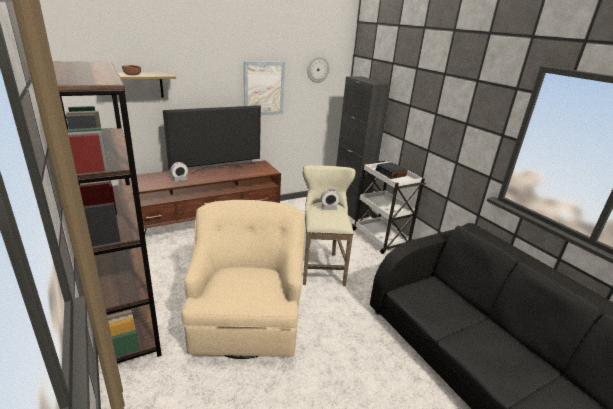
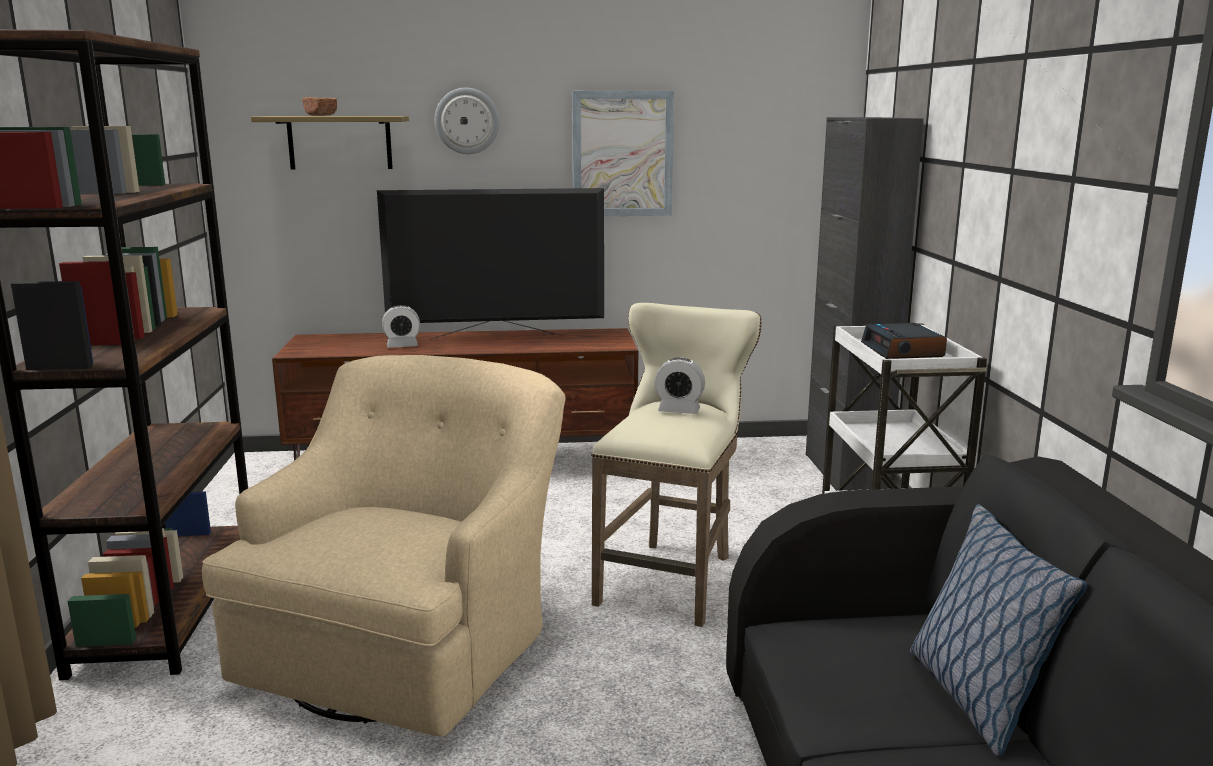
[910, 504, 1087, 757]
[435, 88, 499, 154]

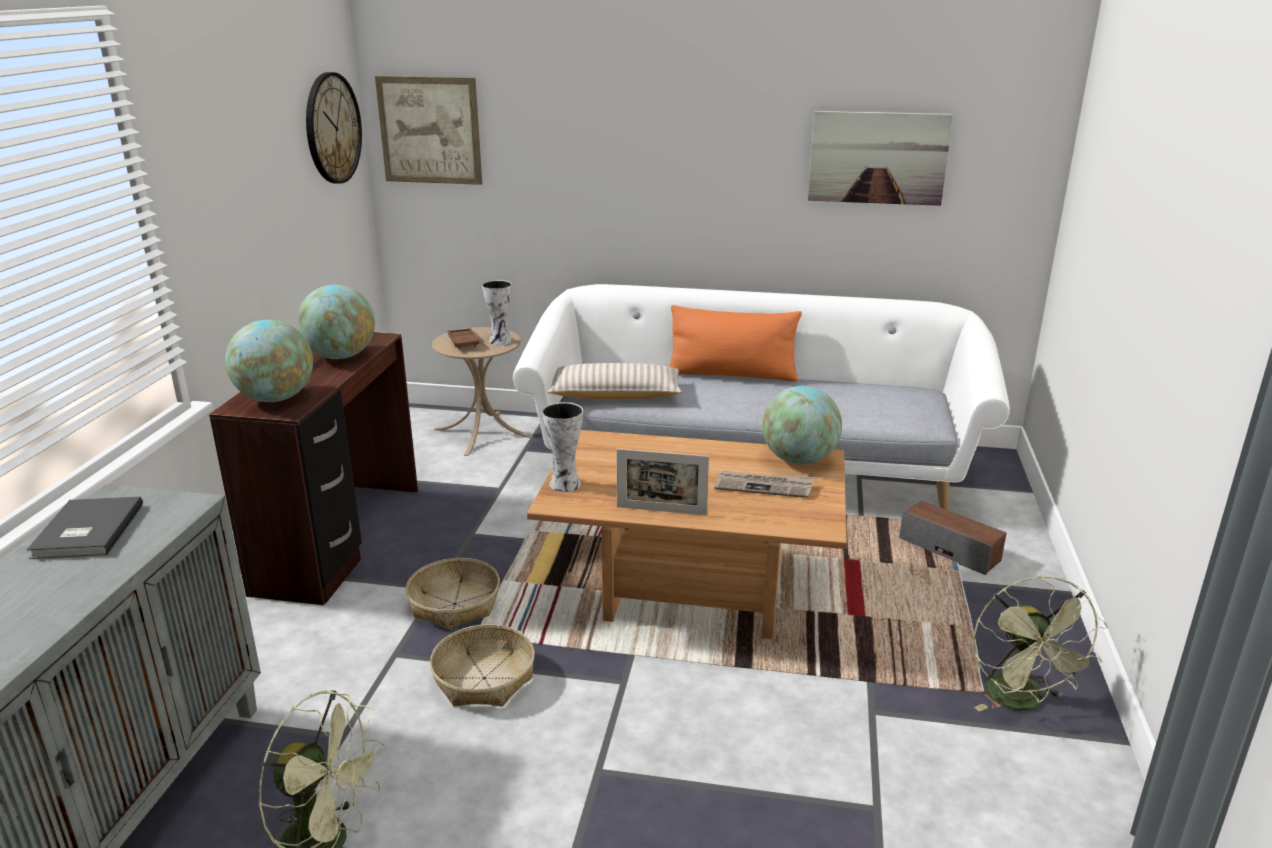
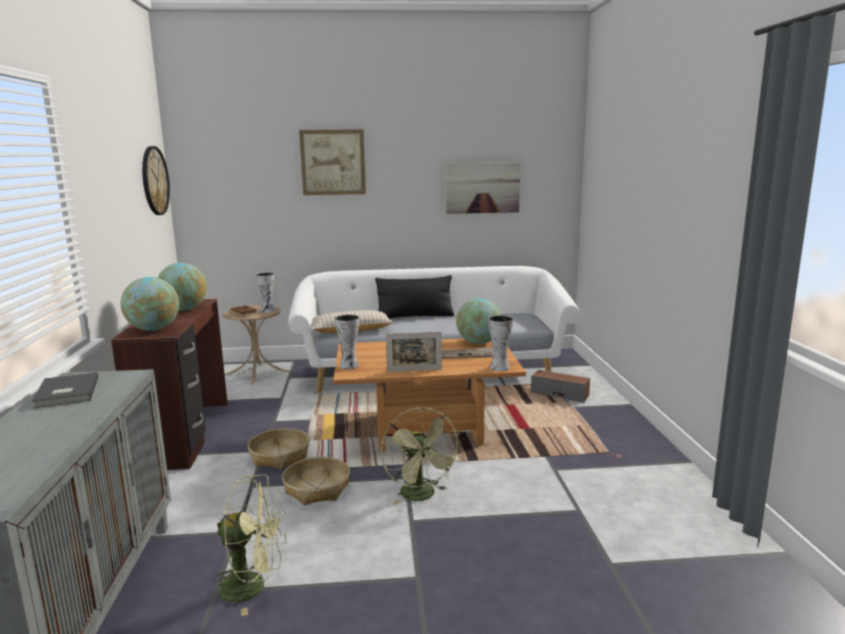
[488, 315, 514, 371]
[299, 129, 366, 195]
[381, 407, 461, 505]
[375, 275, 454, 318]

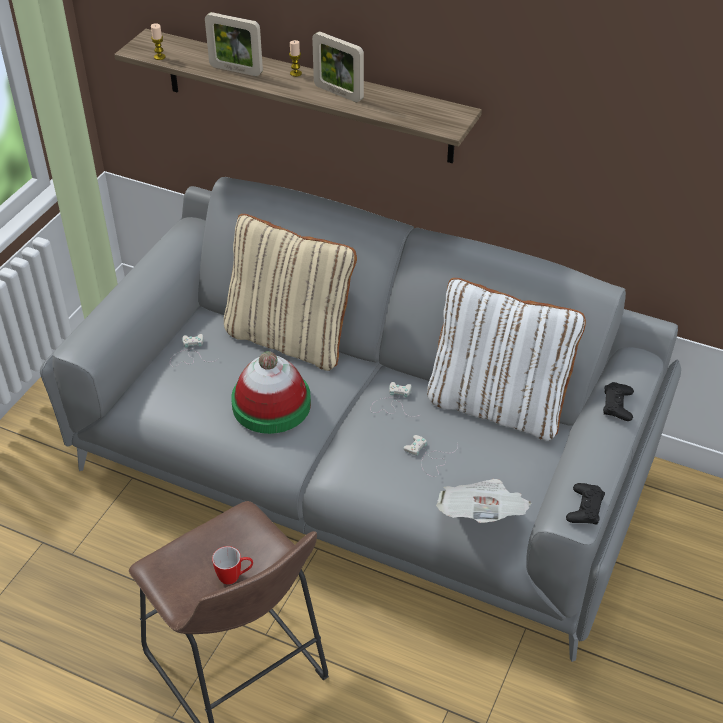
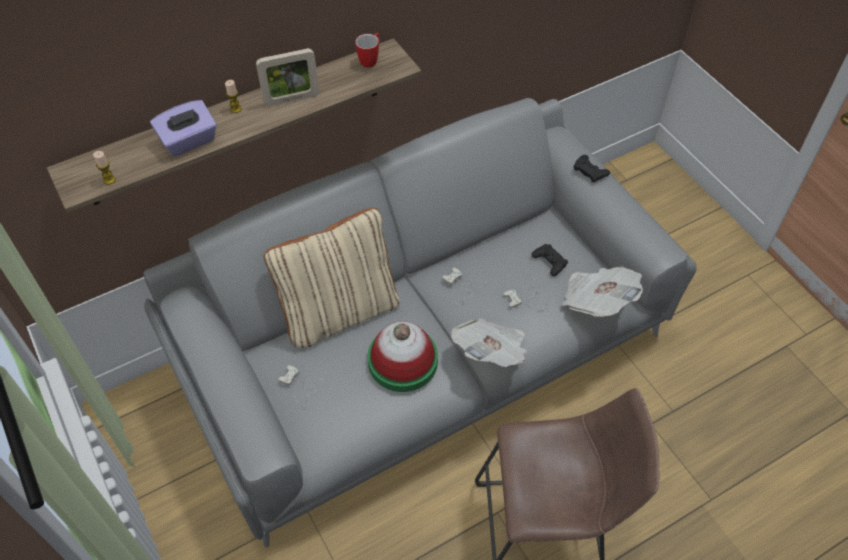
[427, 278, 586, 441] (first image)
[451, 318, 527, 367]
[355, 33, 380, 68]
[531, 244, 568, 276]
[150, 100, 217, 157]

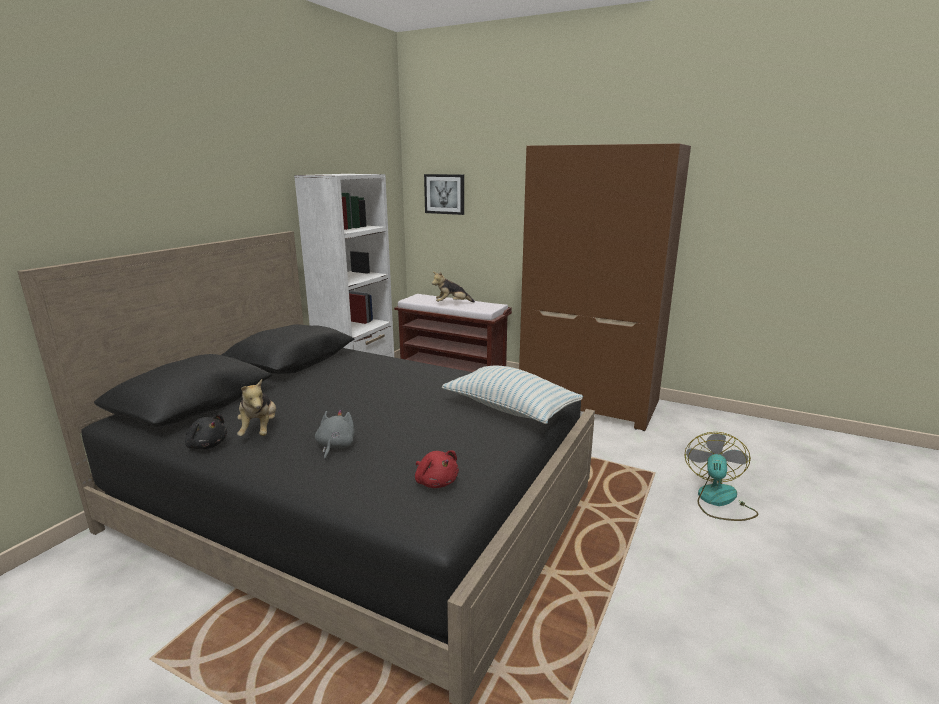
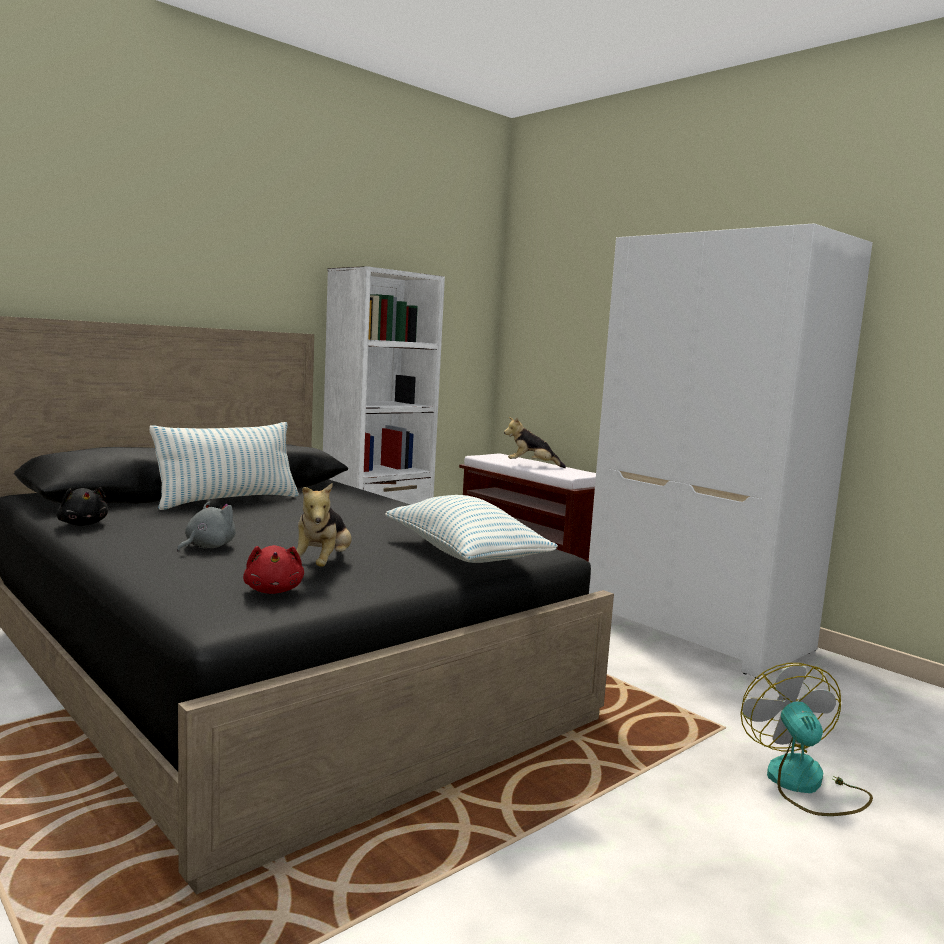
[424, 174, 464, 215] (first image)
[149, 422, 299, 510]
[296, 483, 351, 567]
[589, 223, 873, 679]
[740, 663, 873, 816]

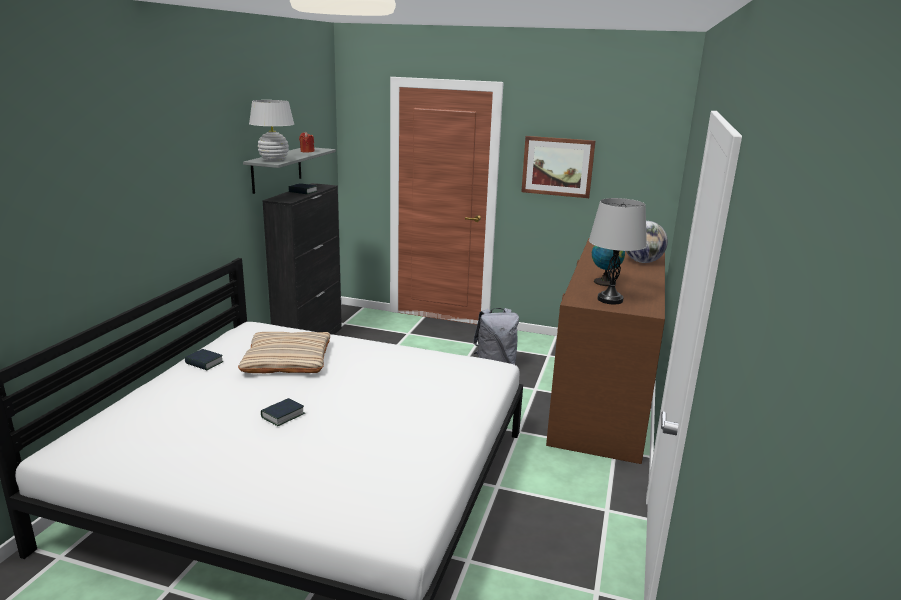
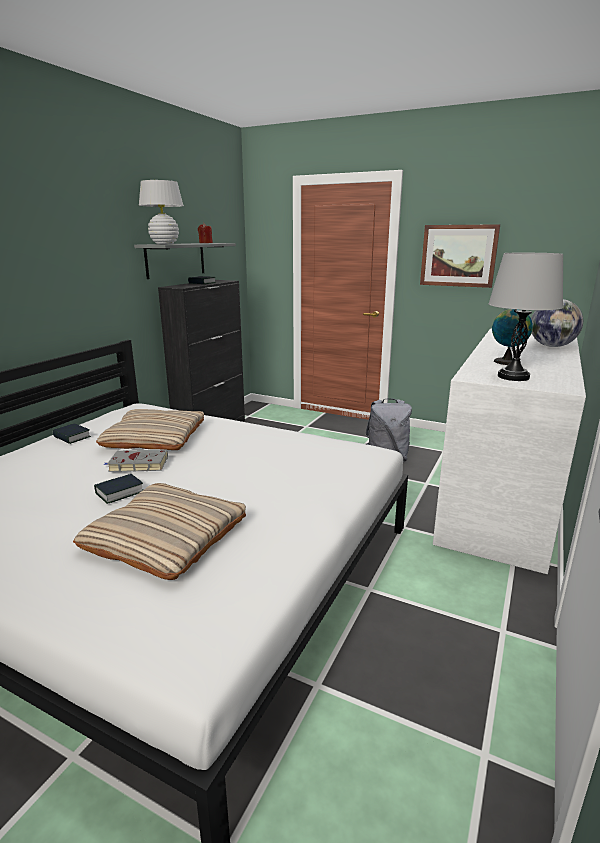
[73, 483, 246, 580]
[104, 450, 168, 472]
[433, 329, 586, 574]

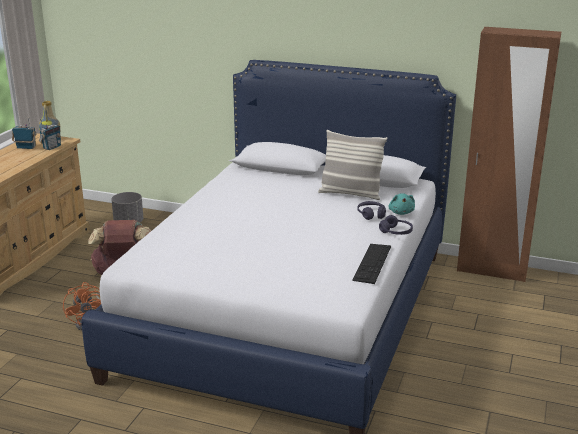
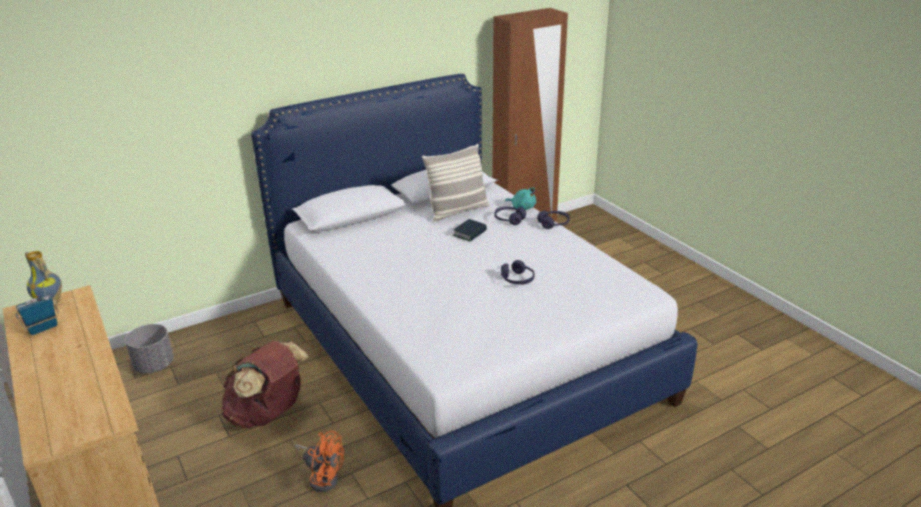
[39, 118, 61, 150] (first image)
[352, 244, 391, 284] (first image)
[453, 219, 487, 241]
[501, 260, 535, 285]

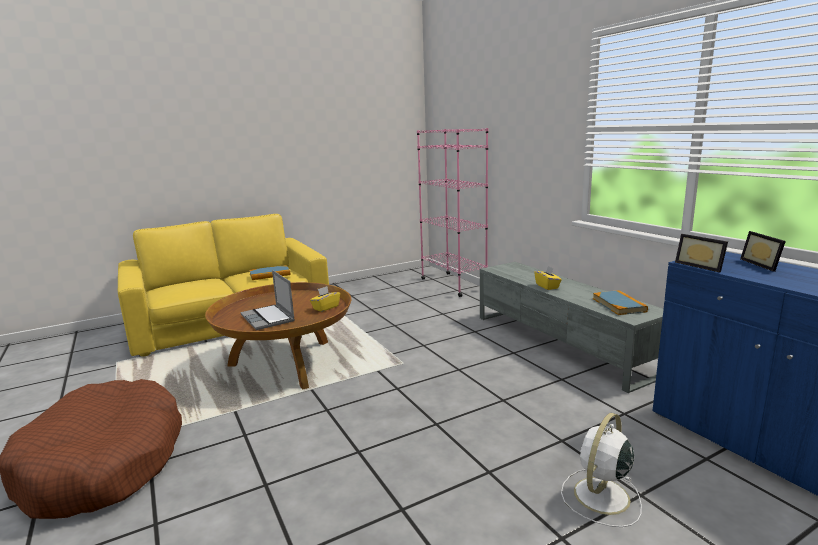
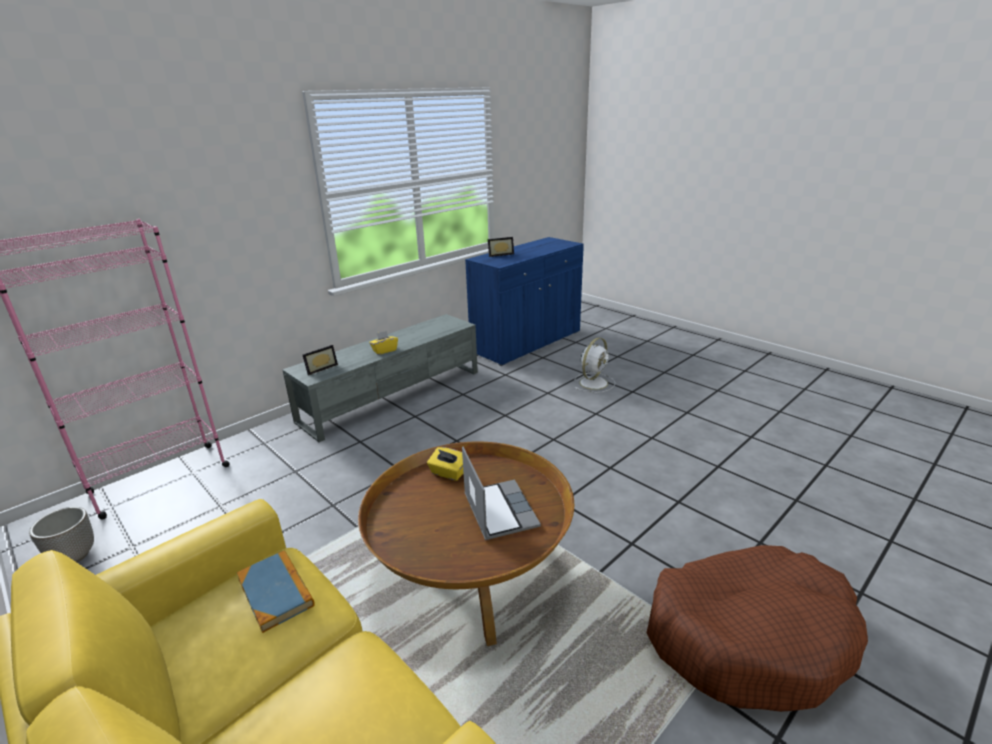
[593, 290, 648, 315] (first image)
[29, 507, 94, 562]
[303, 345, 338, 375]
[462, 447, 541, 540]
[575, 338, 615, 393]

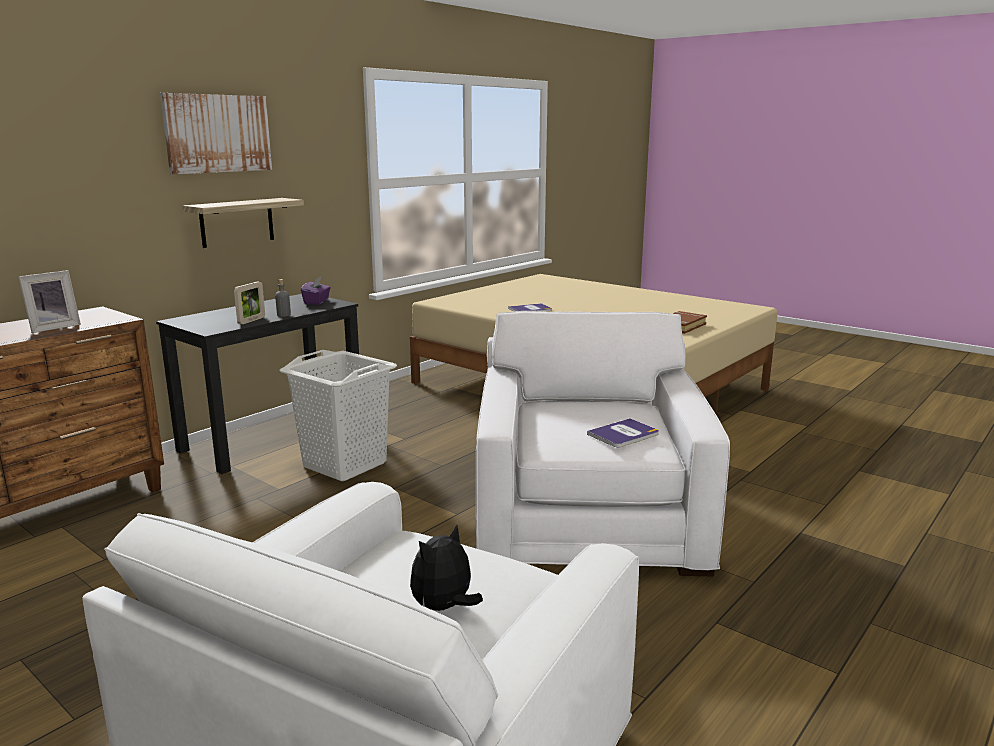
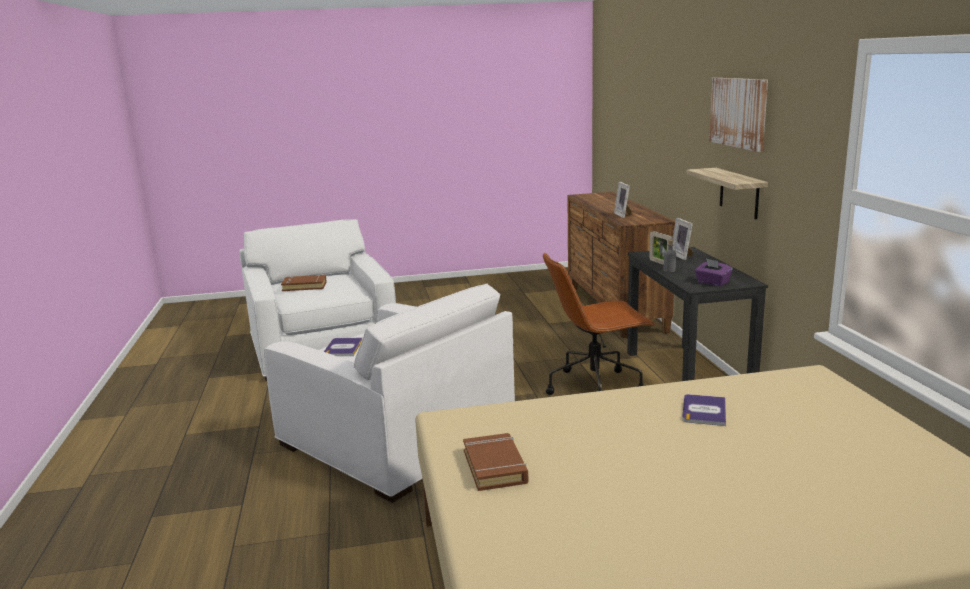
[673, 218, 693, 260]
[543, 252, 655, 395]
[281, 275, 327, 291]

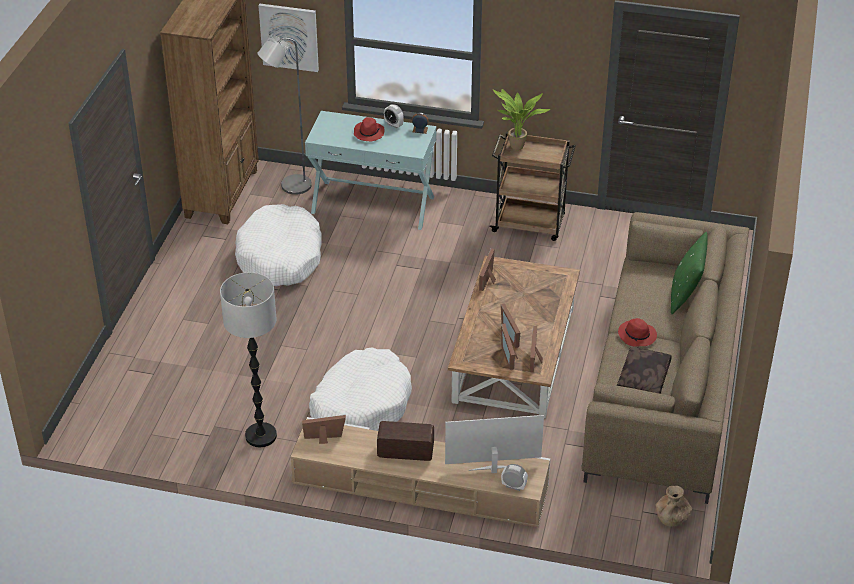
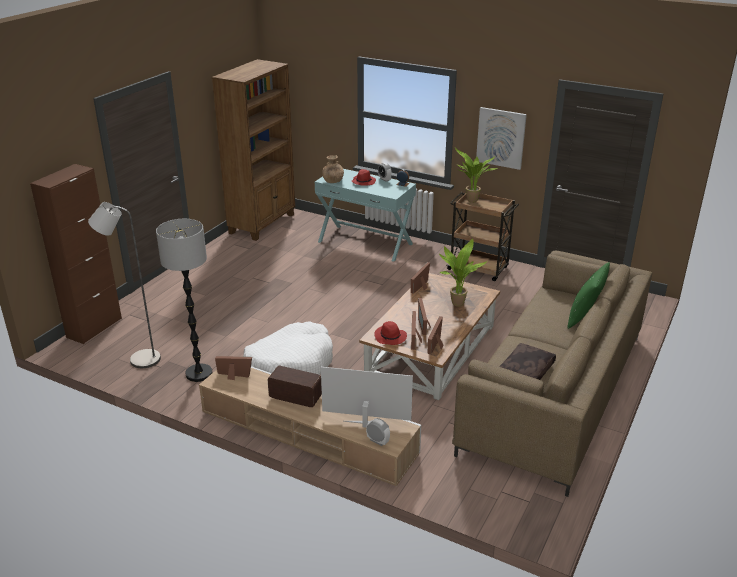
[235, 204, 322, 286] (first image)
[30, 164, 122, 344]
[439, 239, 487, 307]
[88, 202, 161, 368]
[476, 107, 527, 170]
[374, 321, 407, 345]
[322, 155, 344, 183]

